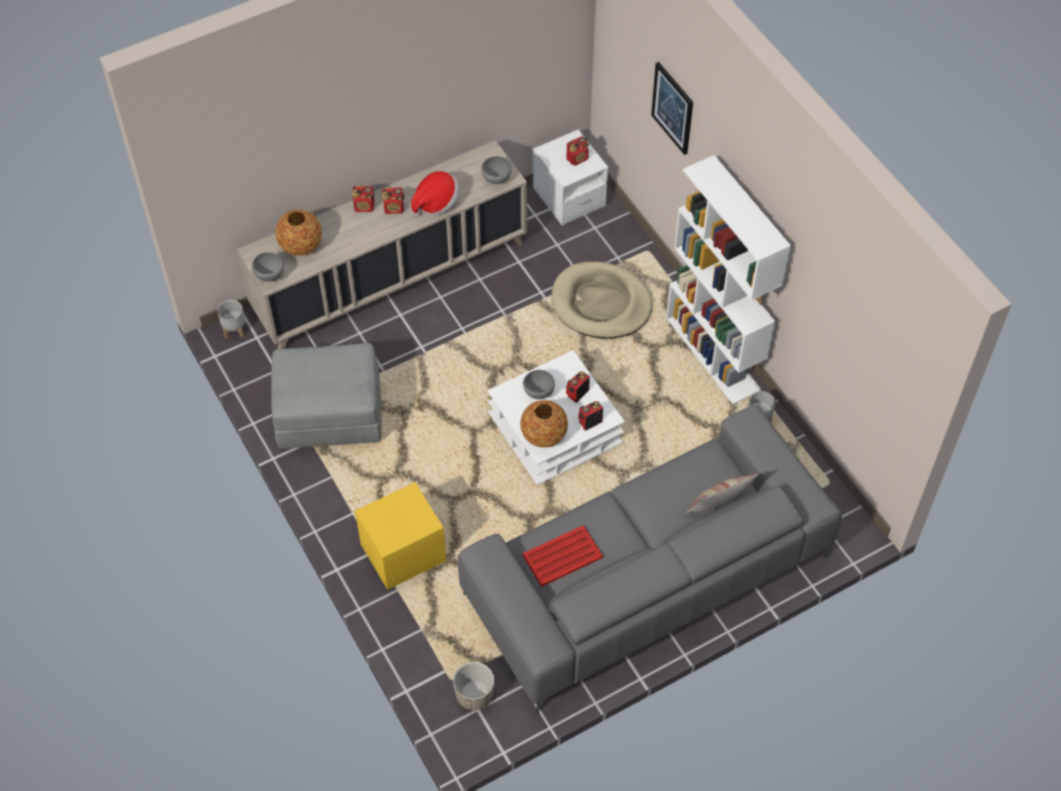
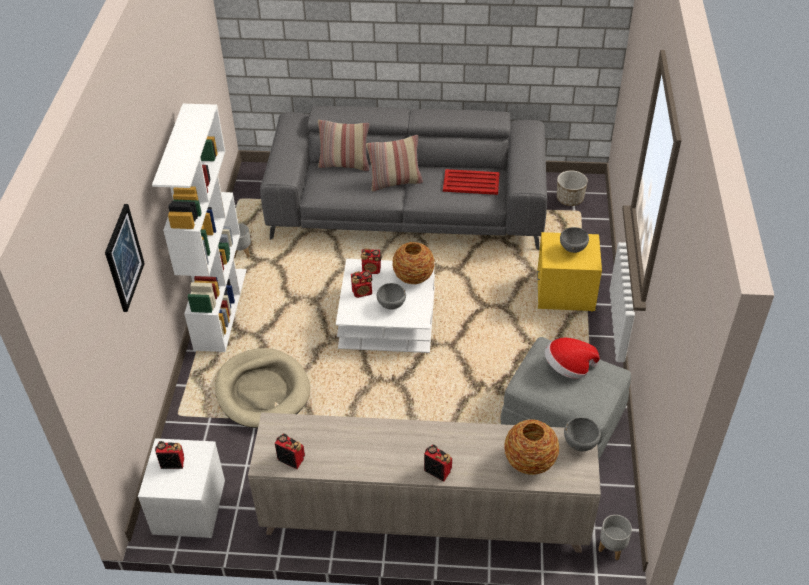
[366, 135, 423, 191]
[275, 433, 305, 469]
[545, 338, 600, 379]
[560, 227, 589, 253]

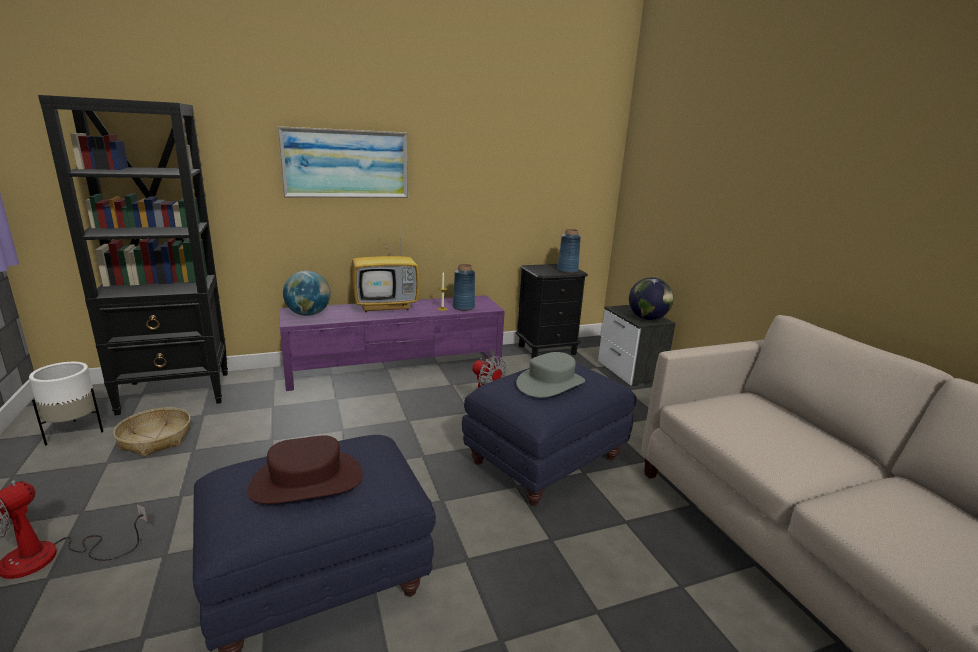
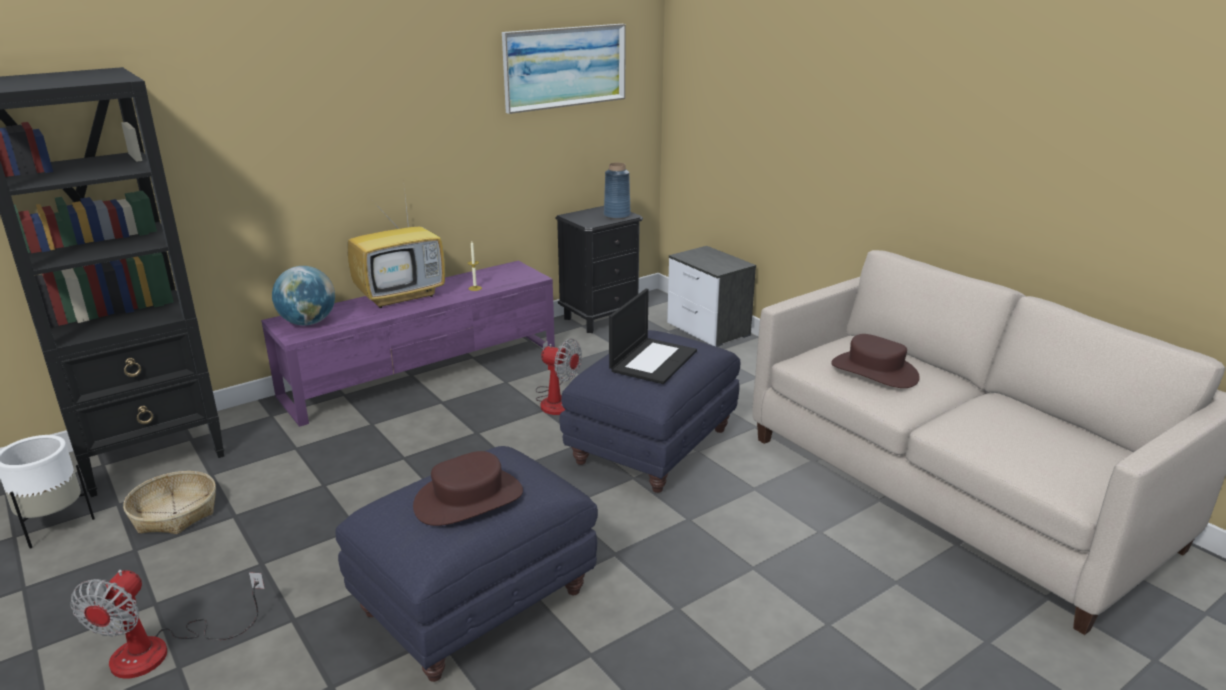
[453, 264, 475, 311] (first image)
[629, 277, 673, 320] (first image)
[831, 334, 920, 388]
[502, 24, 626, 114]
[609, 289, 697, 384]

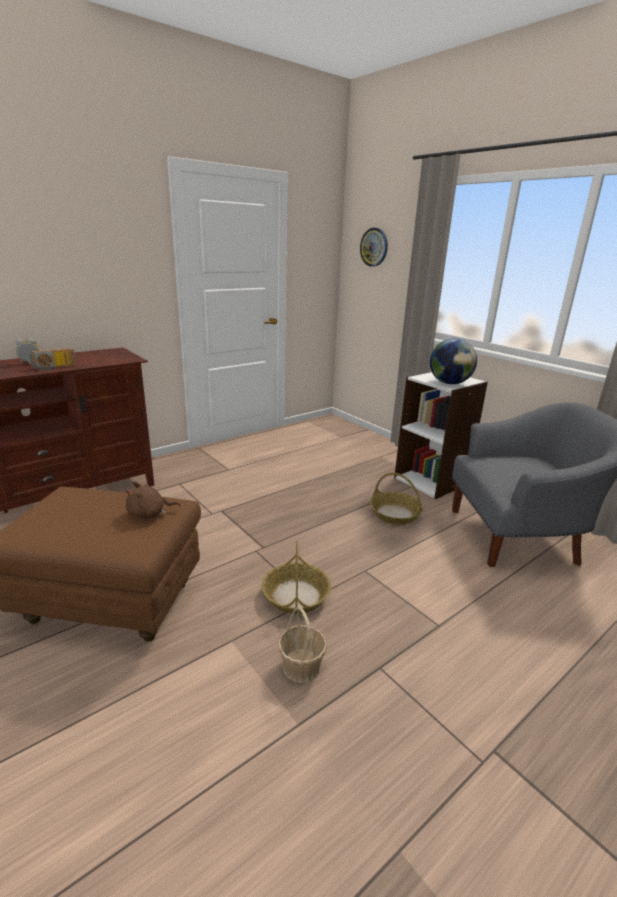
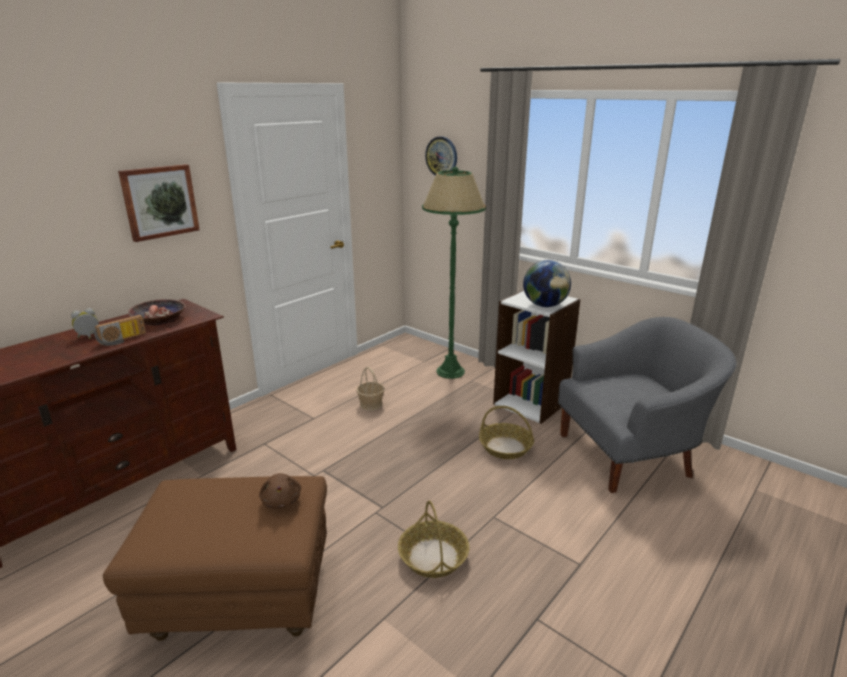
[118, 164, 200, 242]
[128, 299, 186, 326]
[422, 167, 486, 379]
[356, 367, 385, 411]
[259, 473, 301, 509]

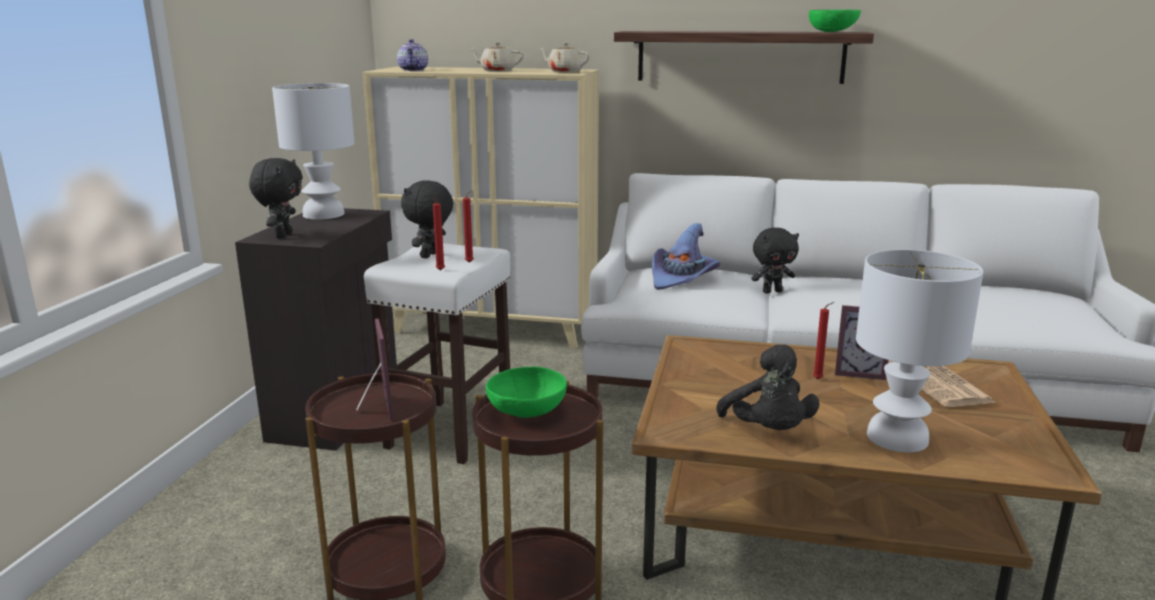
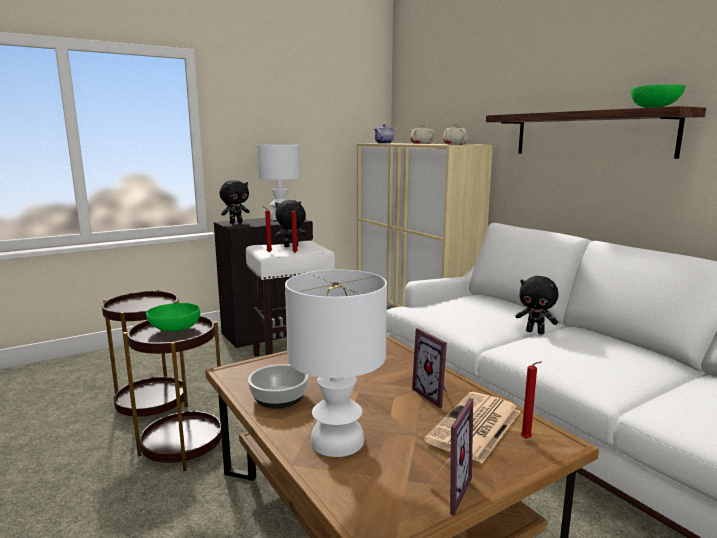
[652, 223, 720, 290] (first image)
[429, 398, 474, 515]
[521, 361, 542, 439]
[248, 364, 309, 409]

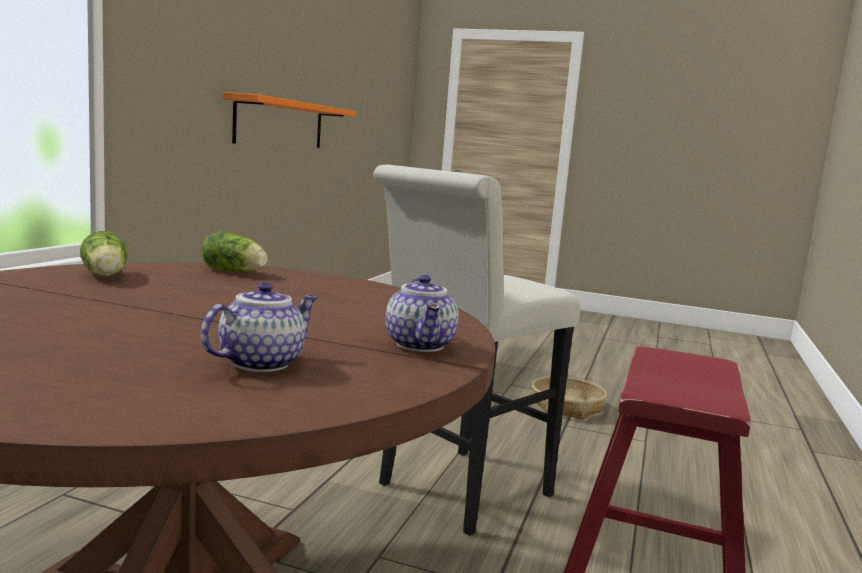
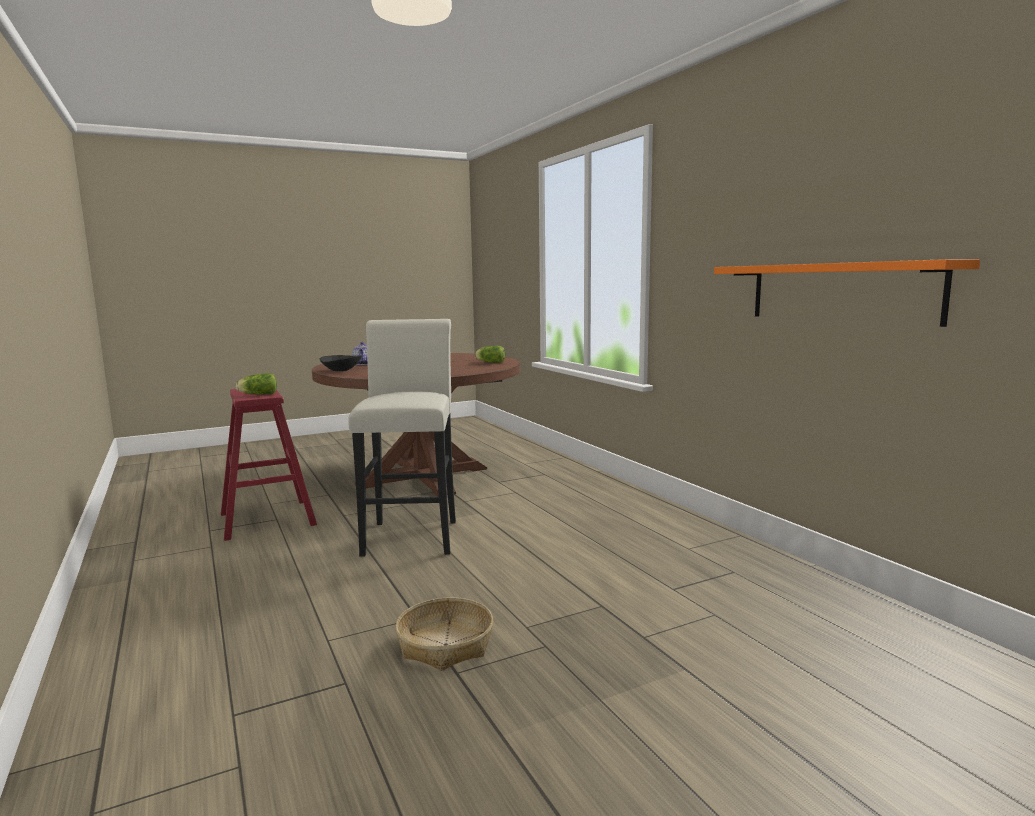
[236, 373, 277, 395]
[320, 355, 362, 371]

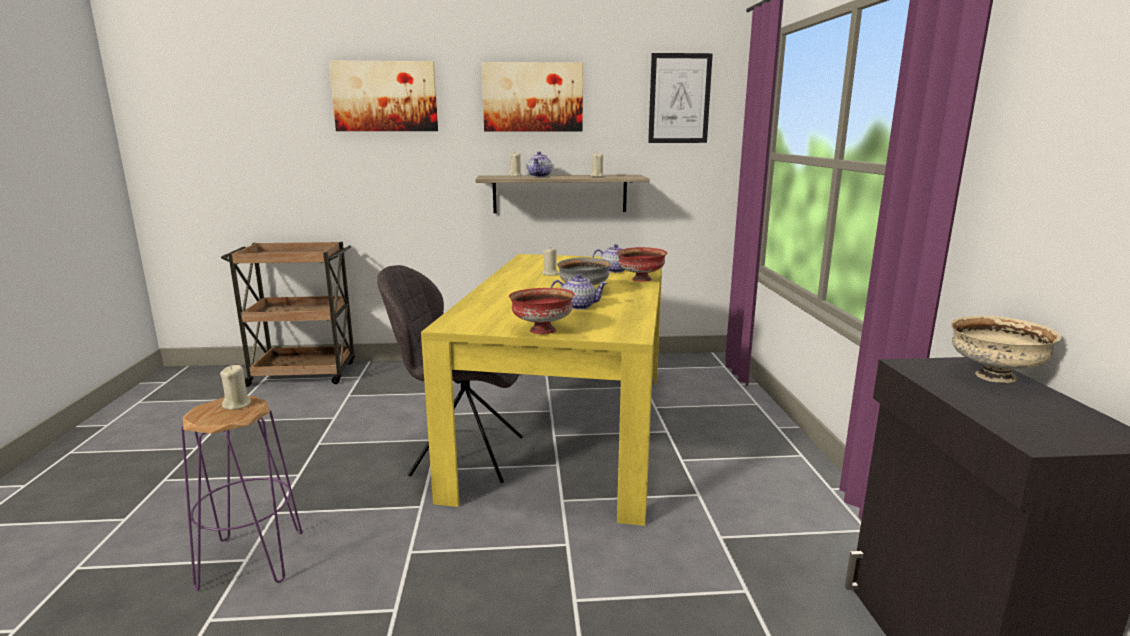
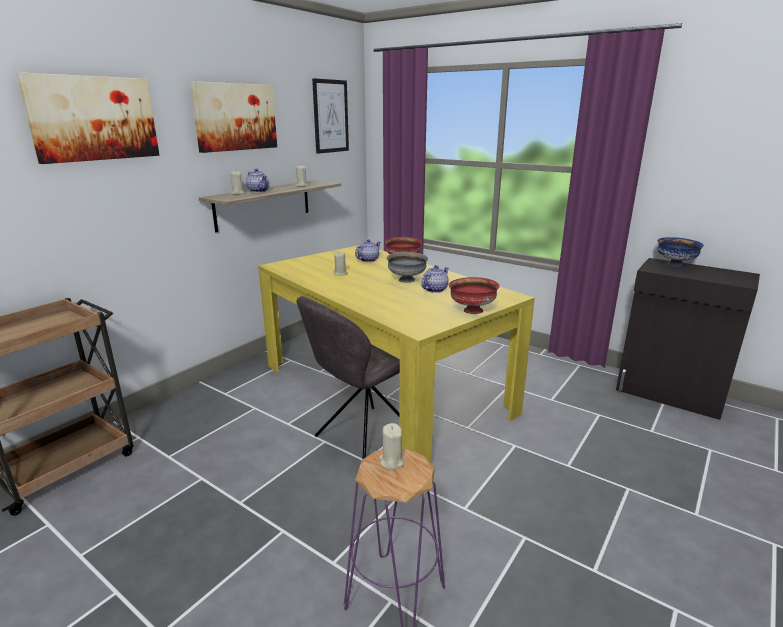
[657, 237, 704, 267]

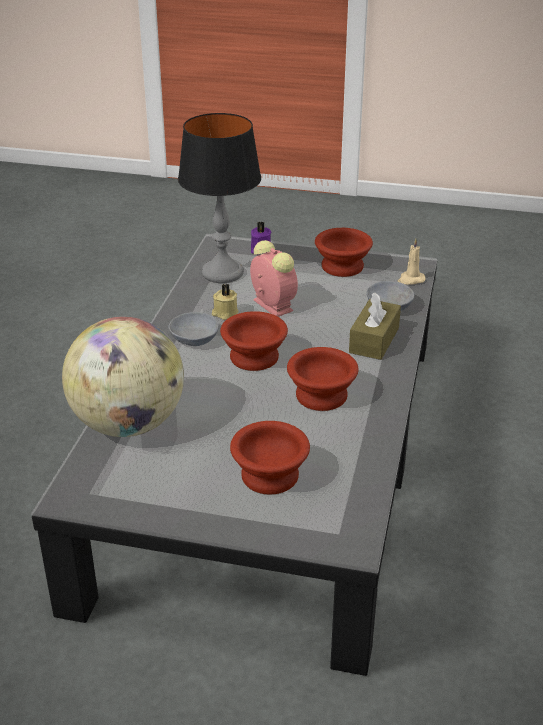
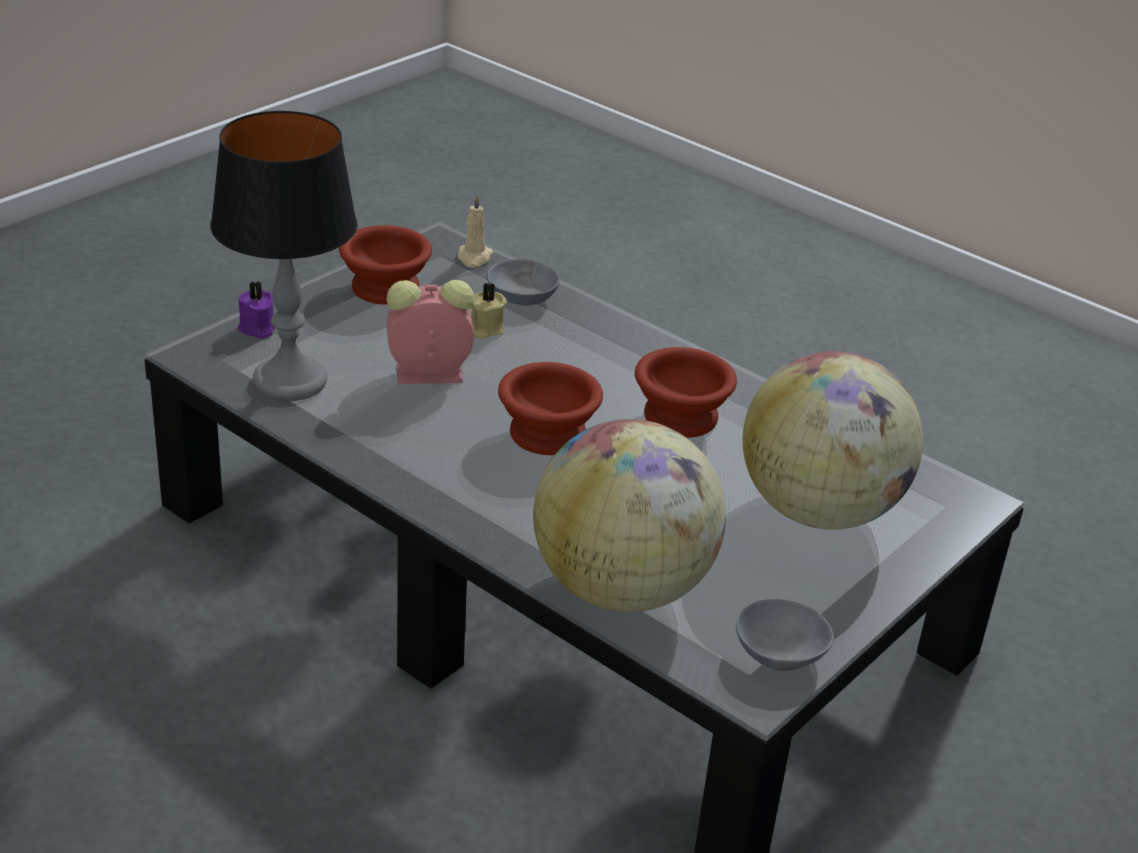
[349, 293, 401, 360] (first image)
[736, 599, 834, 671]
[471, 283, 507, 339]
[743, 351, 923, 530]

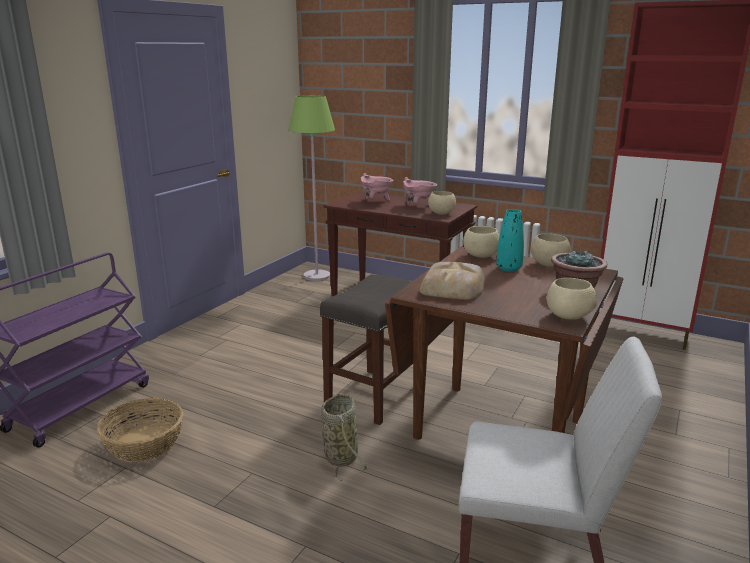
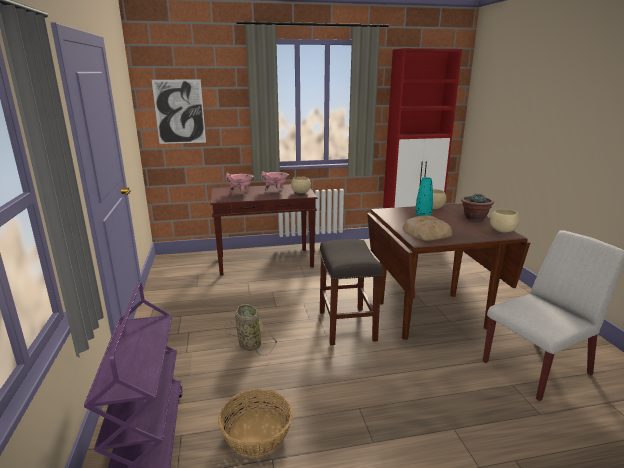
[289, 95, 335, 281] (first image)
[463, 226, 500, 258] (first image)
[152, 80, 206, 144]
[224, 304, 277, 356]

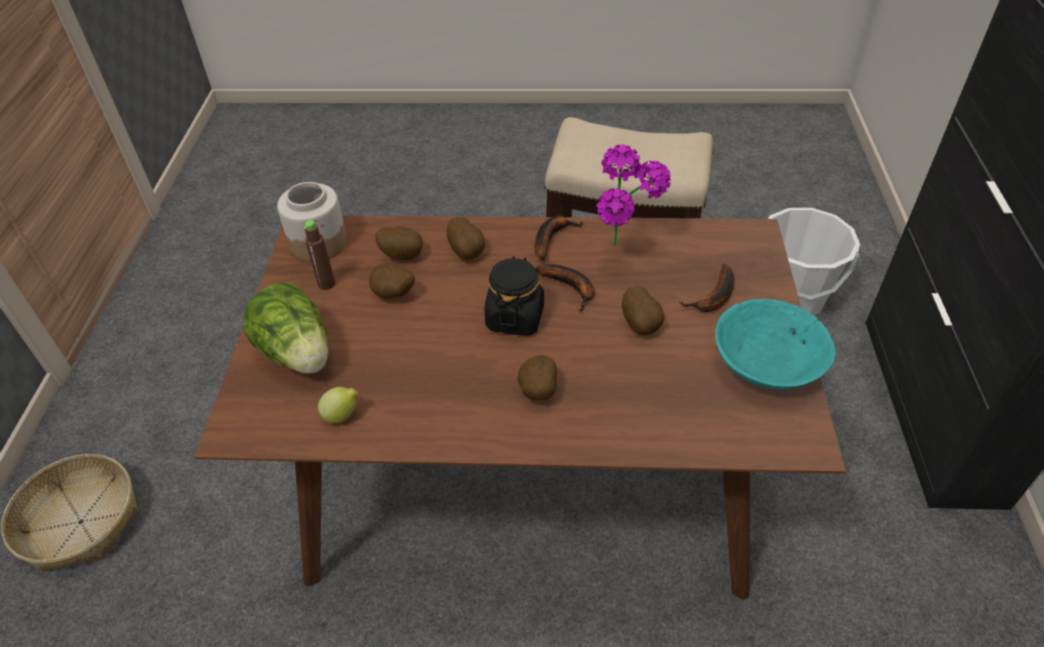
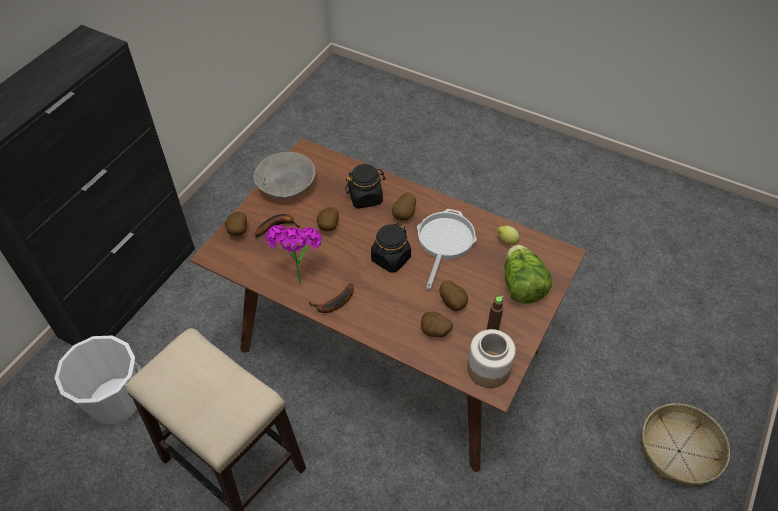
[535, 264, 594, 311] (first image)
[345, 164, 386, 208]
[417, 209, 477, 289]
[225, 212, 247, 236]
[253, 152, 316, 199]

